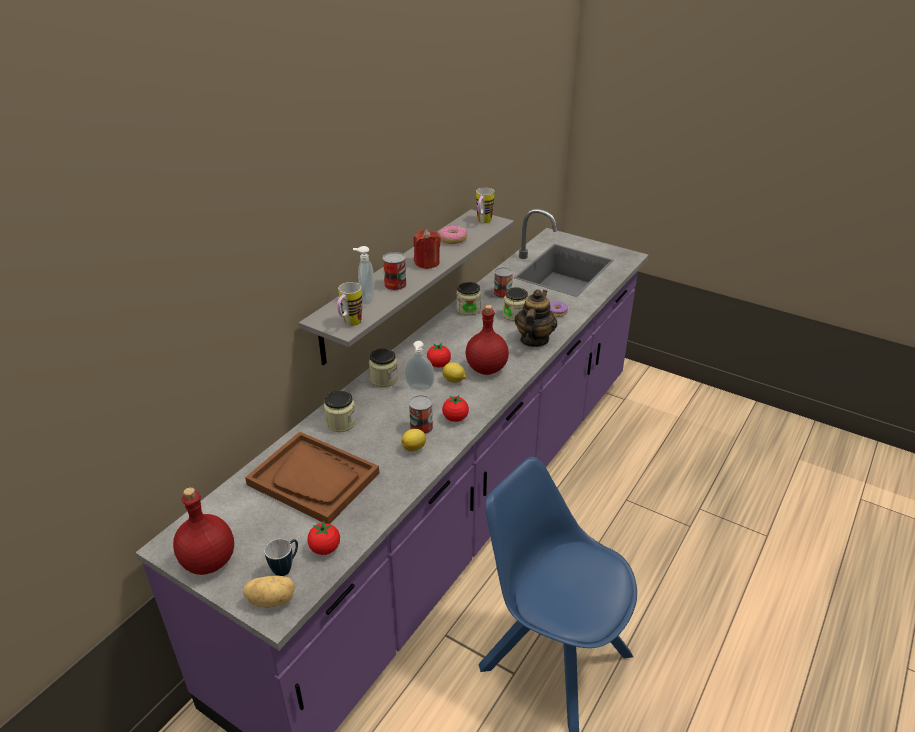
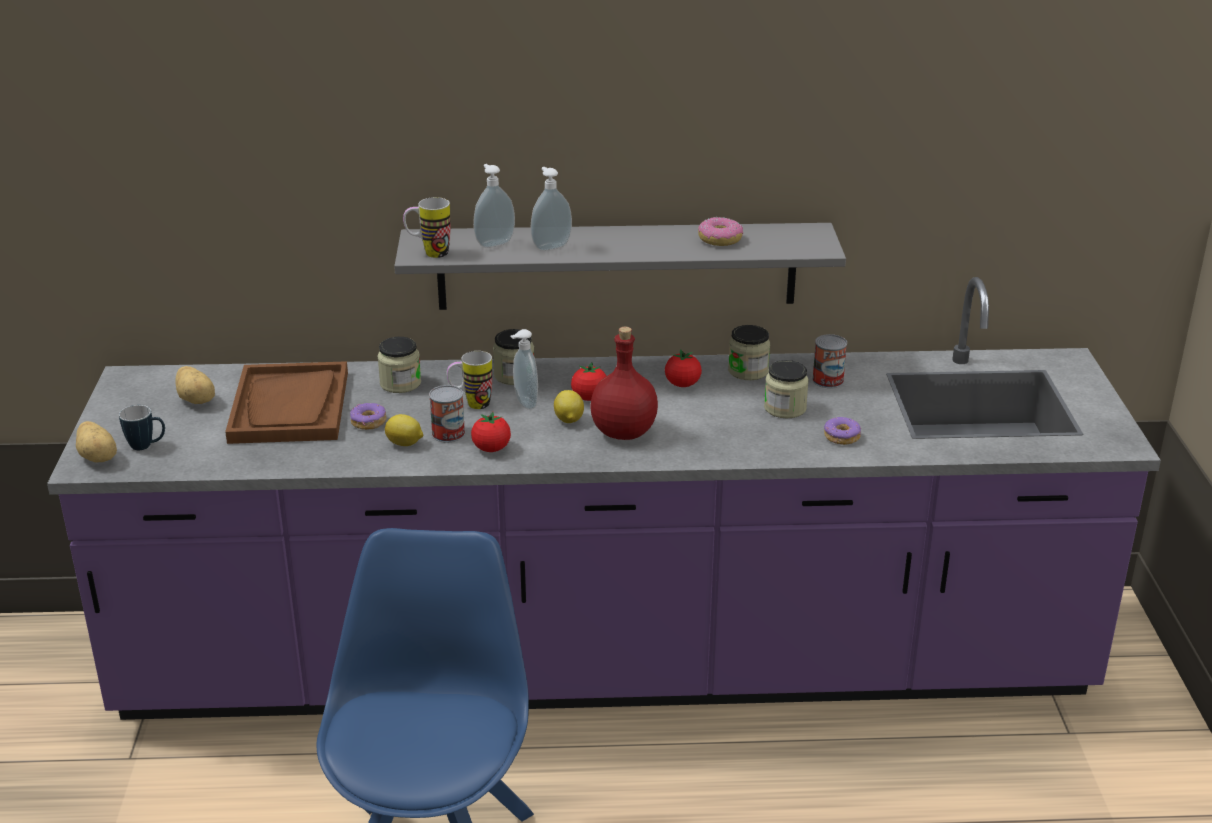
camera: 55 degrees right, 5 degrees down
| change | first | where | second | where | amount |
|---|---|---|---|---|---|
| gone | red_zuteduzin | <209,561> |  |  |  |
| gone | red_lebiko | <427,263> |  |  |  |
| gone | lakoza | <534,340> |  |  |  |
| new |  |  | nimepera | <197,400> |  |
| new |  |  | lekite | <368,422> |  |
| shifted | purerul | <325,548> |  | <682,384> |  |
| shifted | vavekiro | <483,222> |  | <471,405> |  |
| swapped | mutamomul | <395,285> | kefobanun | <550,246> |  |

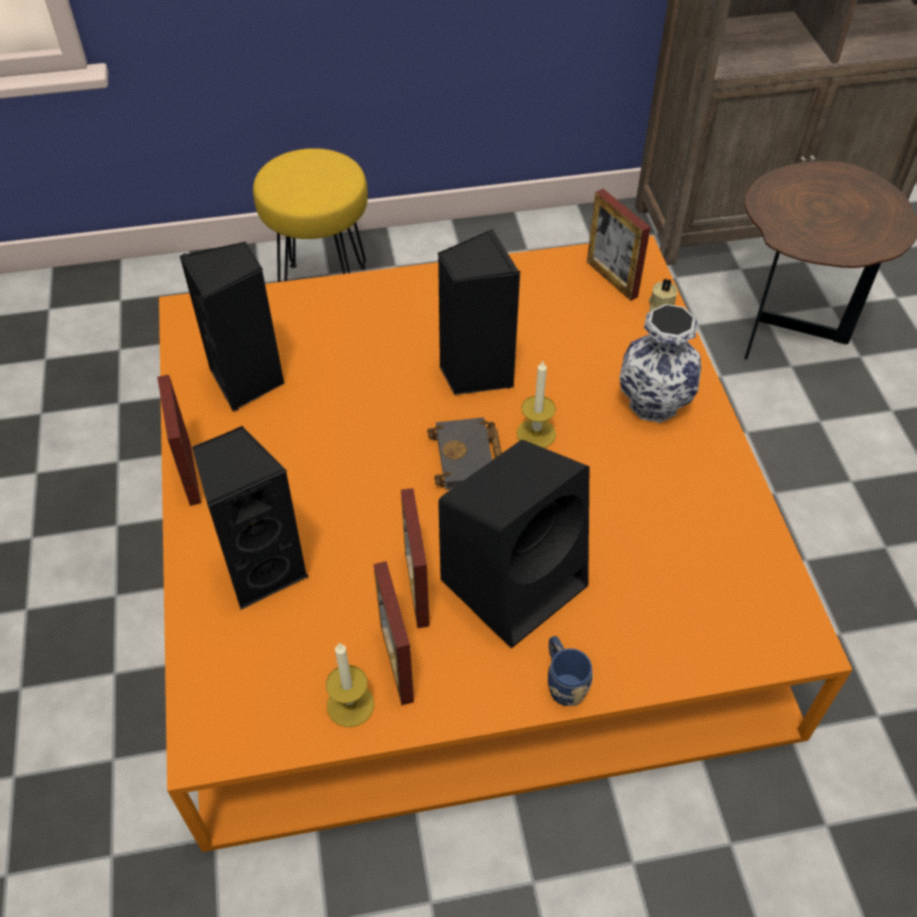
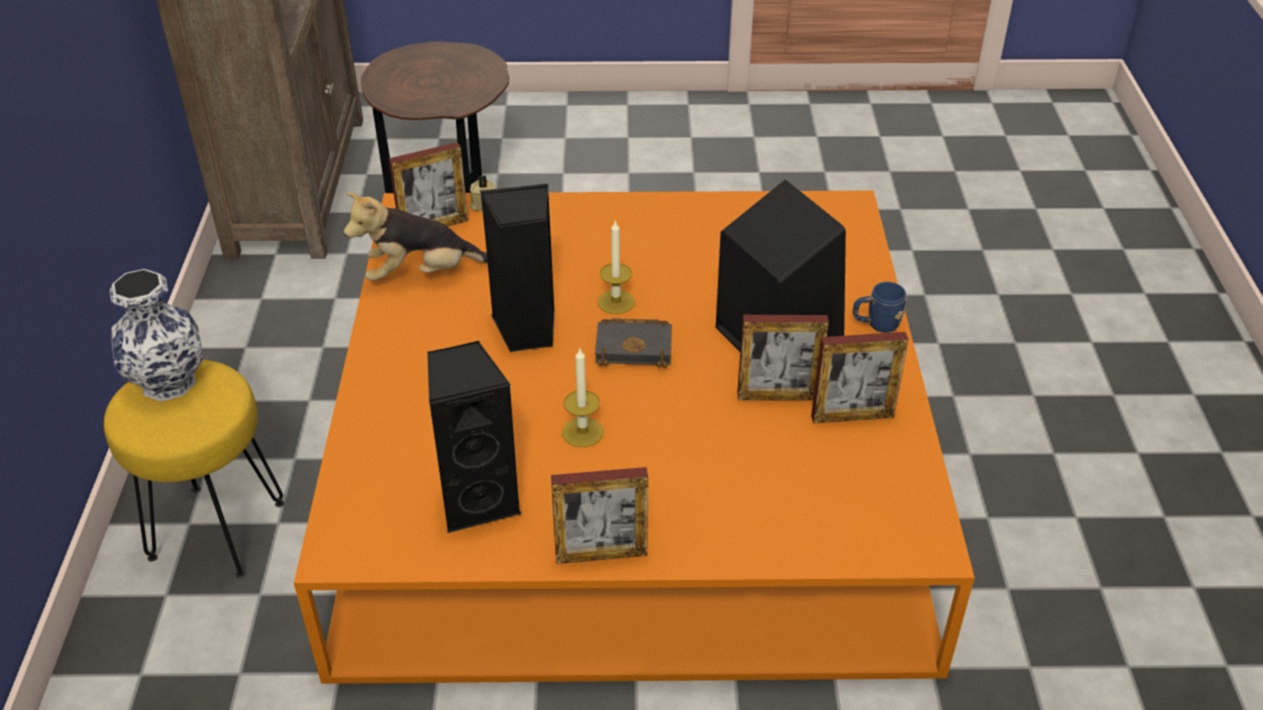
camera: 80 degrees left, 10 degrees down
| change | first | where | second | where | amount |
|---|---|---|---|---|---|
| gone | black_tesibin | <262,569> |  |  |  |
| new |  |  | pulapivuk | <420,274> |  |
| shifted | lebiko | <350,705> |  | <582,432> |  |
| shifted | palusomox | <653,402> |  | <167,382> |  |

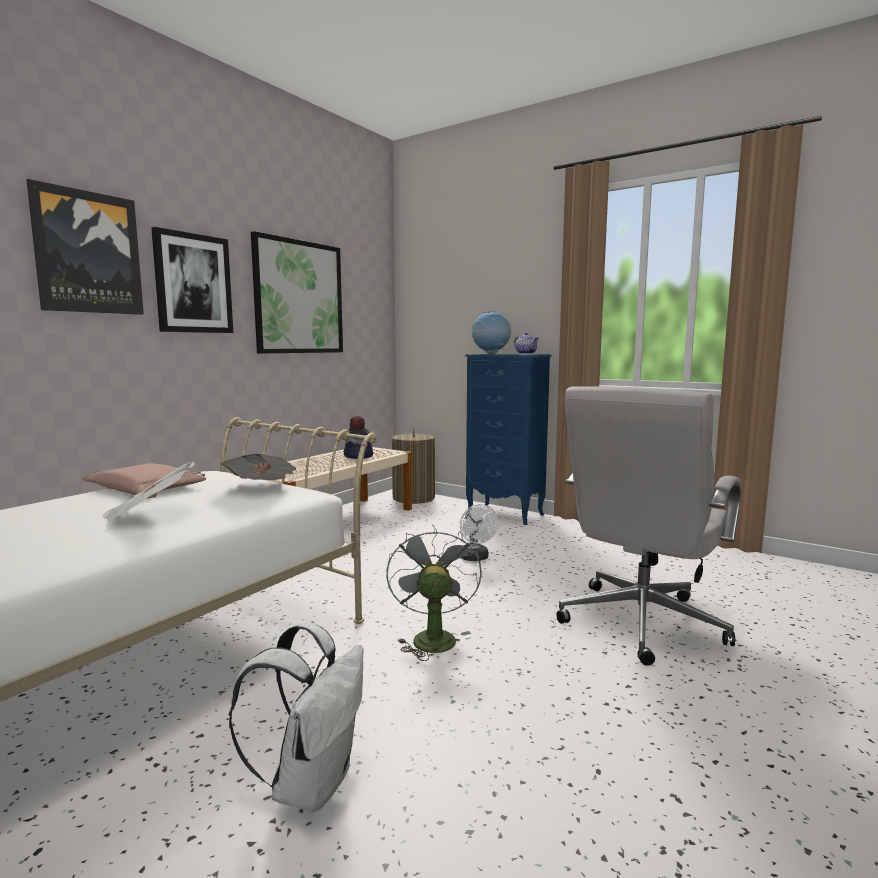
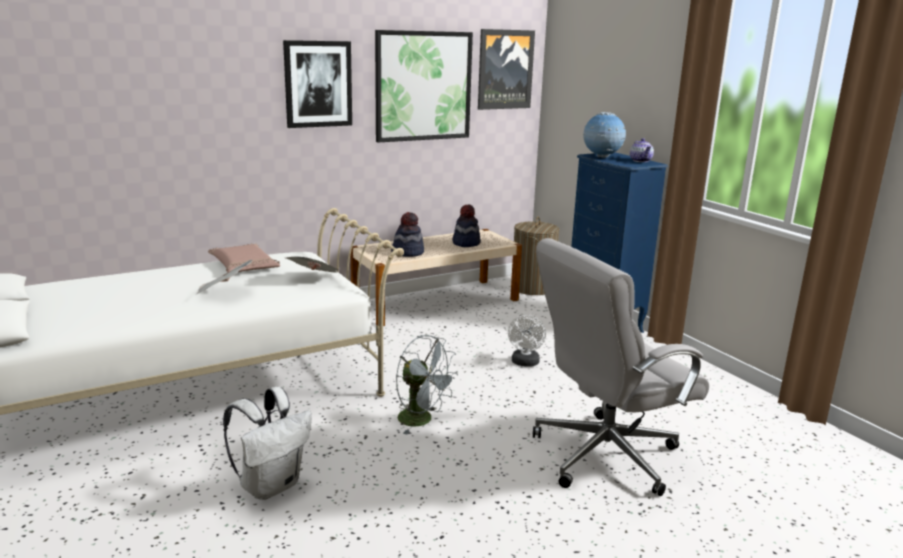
camera: 25 degrees right, 10 degrees up
| change | first | where | second | where | amount |
|---|---|---|---|---|---|
| new |  |  | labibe | <407,252> |  |
| shifted | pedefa | <88,253> |  | <505,69> |  |
| rotated | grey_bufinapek | <432,637> |  | <422,420> | 105 degrees clockwise |

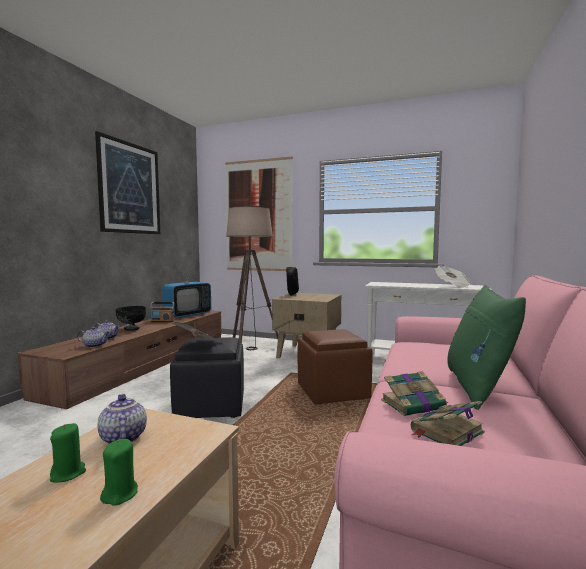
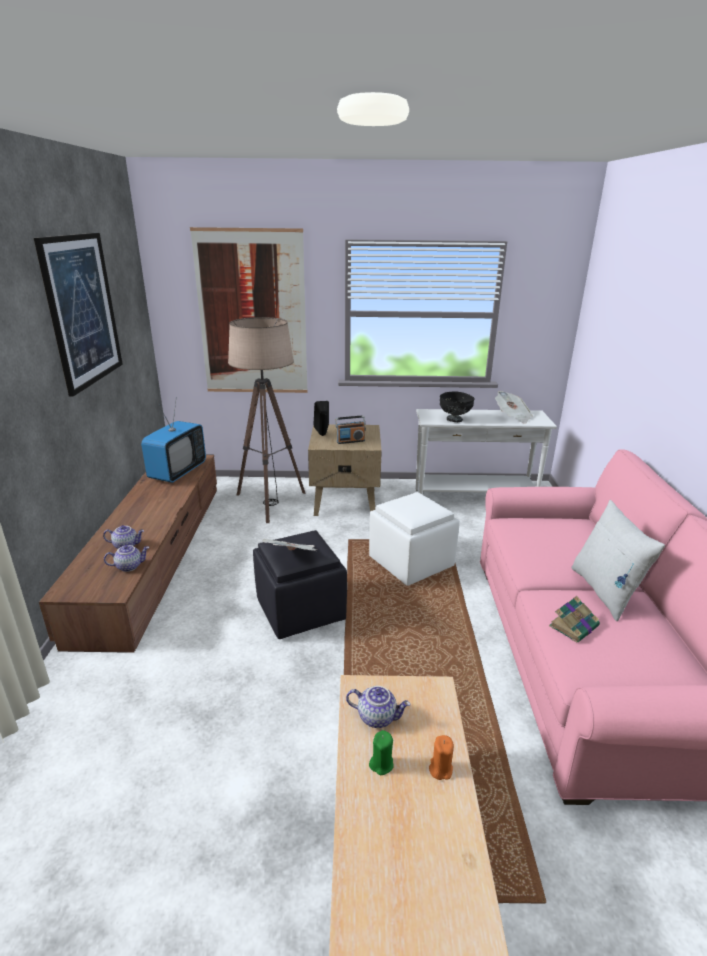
camera: 20 degrees left, 20 degrees up
| change | first | where | second | where | amount |
|---|---|---|---|---|---|
| gone | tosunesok | <446,432> |  |  |  |
| shifted | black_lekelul | <131,329> |  | <454,420> |  |
| shifted | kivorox | <162,321> |  | <350,441> |  |
| repainted | green_lebiko | <120,494> | orange_lebiko | <440,769> |  |
| repainted | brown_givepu | <333,392> | white_givepu | <412,562> |  |
| repainted | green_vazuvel | <478,389> | grey_vazuvel | <604,592> |  |
| rotated | lakoza | <122,438> |  | <377,716> | 150 degrees clockwise |

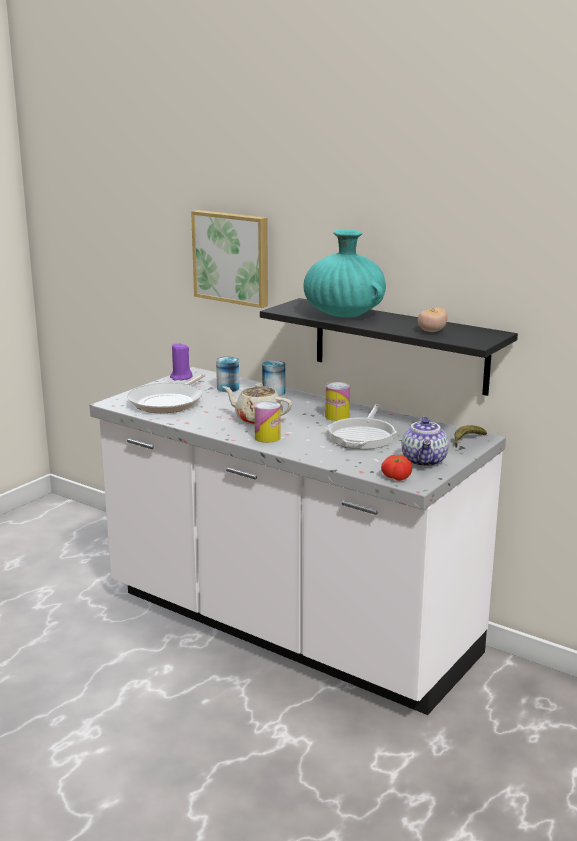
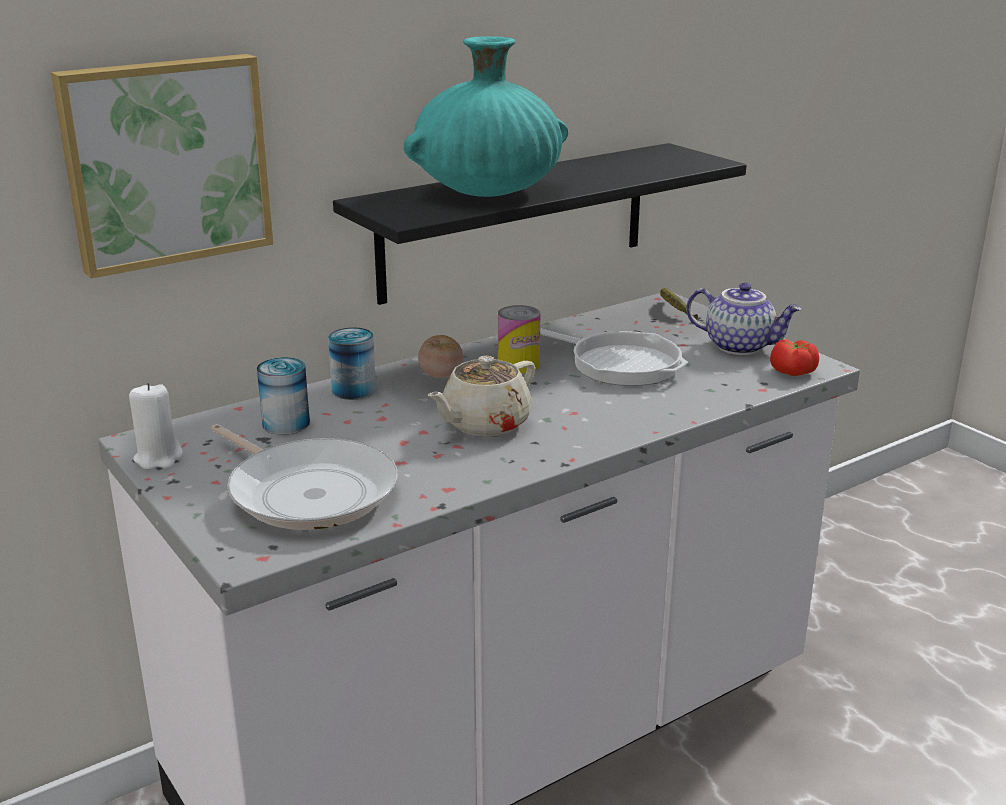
camera: 70 degrees left, 5 degrees up
| change | first | where | second | where | amount |
|---|---|---|---|---|---|
| gone | mutamomul | <267,437> |  |  |  |
| shifted | purerul | <431,331> |  | <441,375> |  |
| repainted | purple_lebiko | <181,377> | white_lebiko | <159,458> |  |

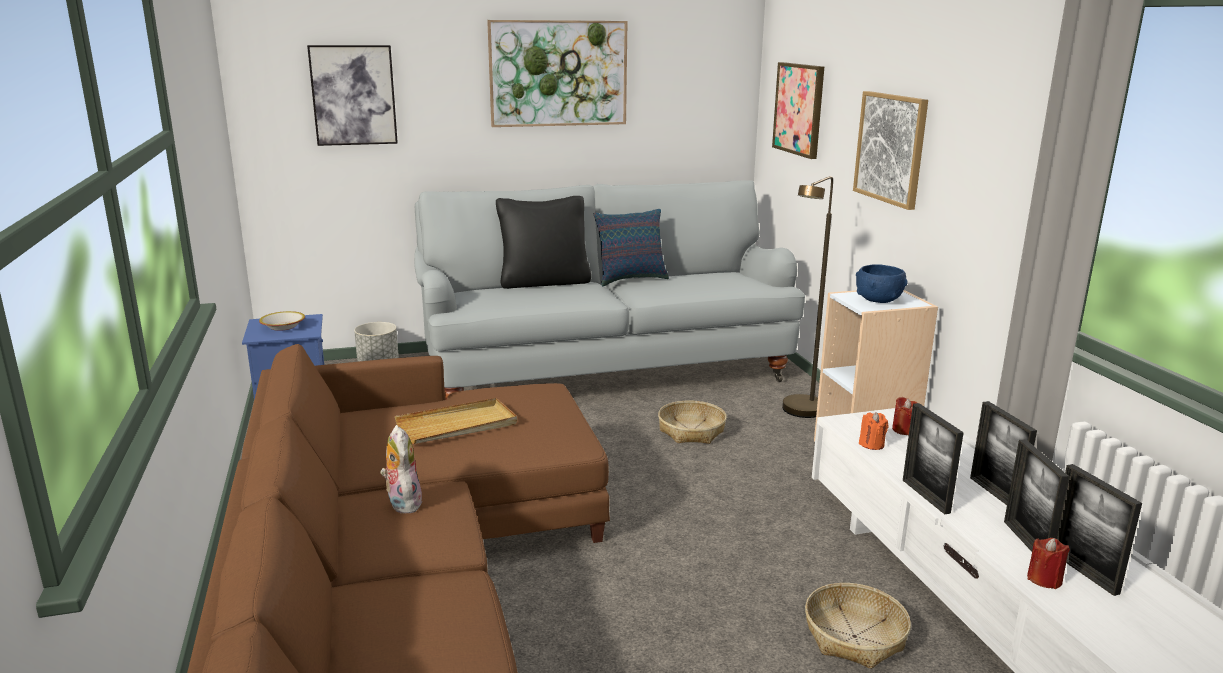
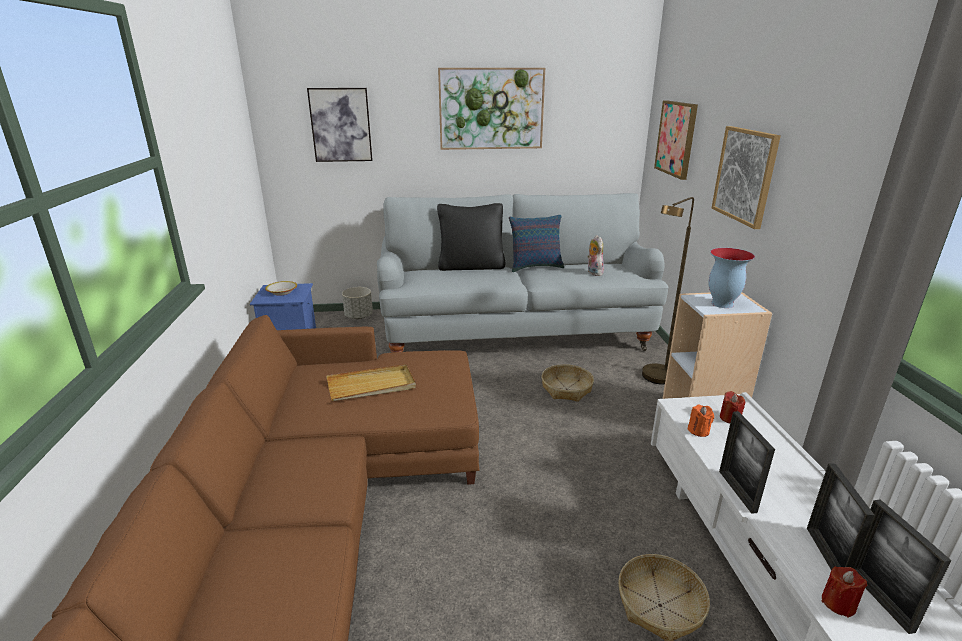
camera: 10 degrees right, 5 degrees up
| change | first | where | second | where | amount |
|---|---|---|---|---|---|
| gone | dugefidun | <995,494> |  |  |  |
| shifted | pulapivuk | <402,503> |  | <593,273> |  |
| swapped | blue_lekelul | <879,300> | palusomox | <721,304> |  |

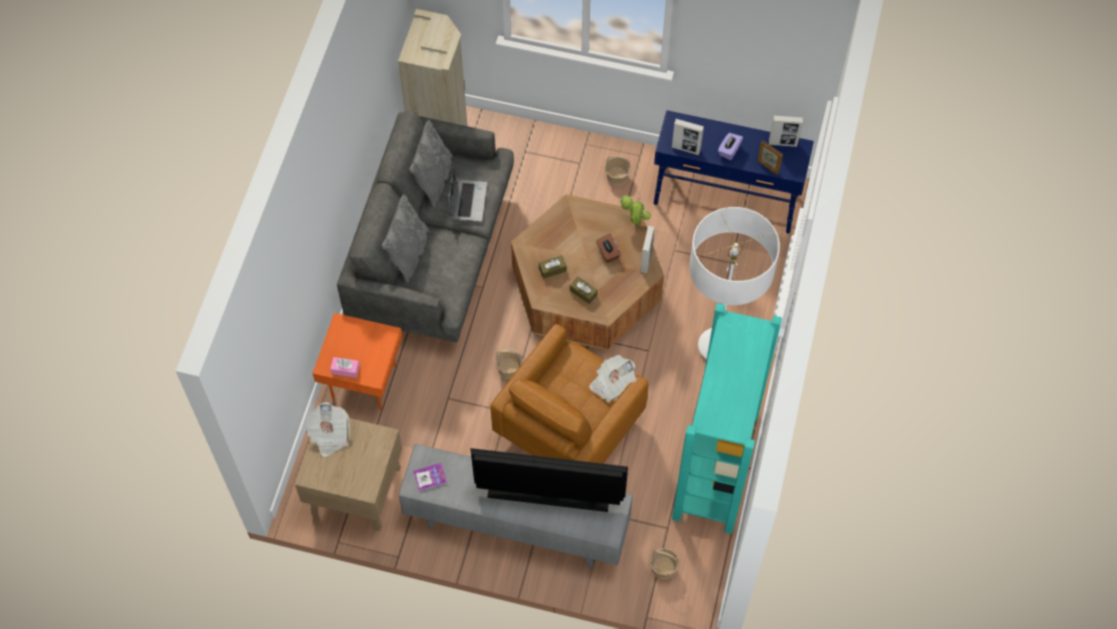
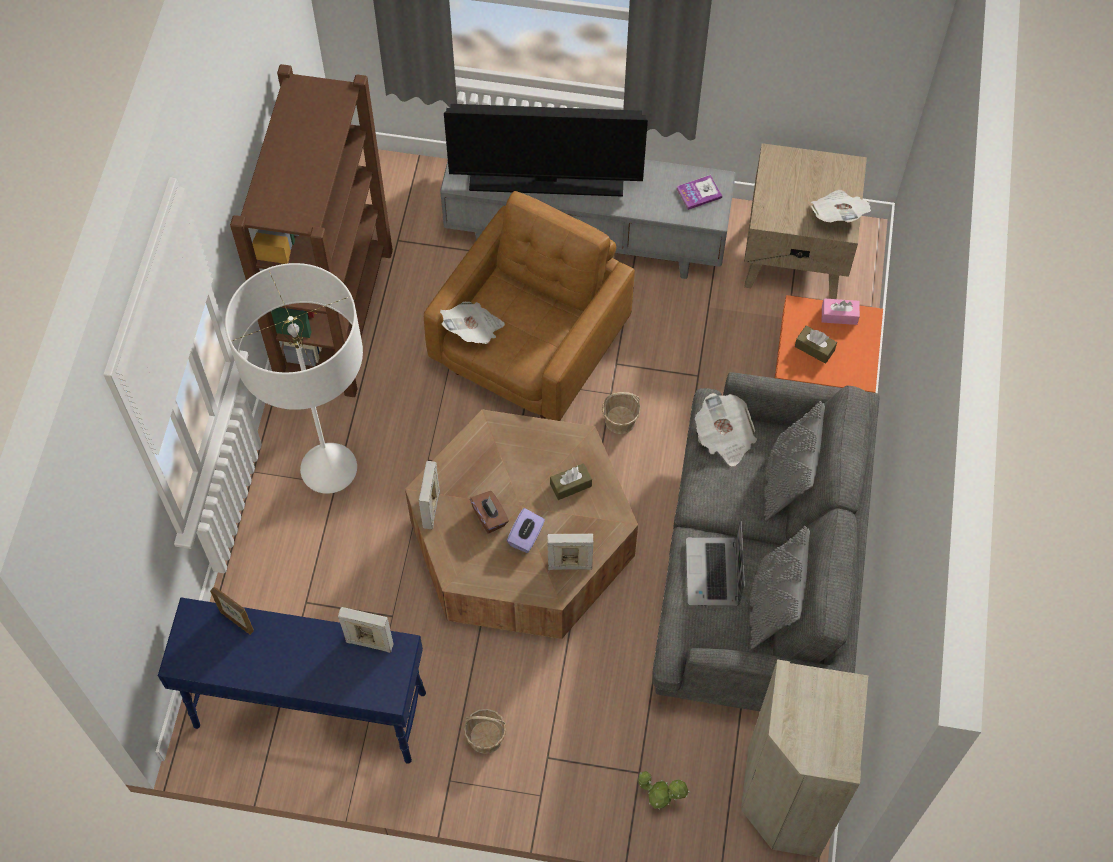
camera: 175 degrees right, 0 degrees up
| change | first | where | second | where | amount |
|---|---|---|---|---|---|
| gone | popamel | <663,568> |  |  |  |
| new |  |  | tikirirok | <724,437> |  |
| shifted | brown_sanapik | <583,292> |  | <814,348> |  |
| shifted | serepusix | <635,222> |  | <659,799> |  |
| shifted | purple_sanapik | <729,150> |  | <526,537> |  |
| shifted | dugefidun | <783,143> |  | <569,565> |  |
| repainted | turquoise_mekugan | <716,466> | brown_mekugan | <335,316> |  |

